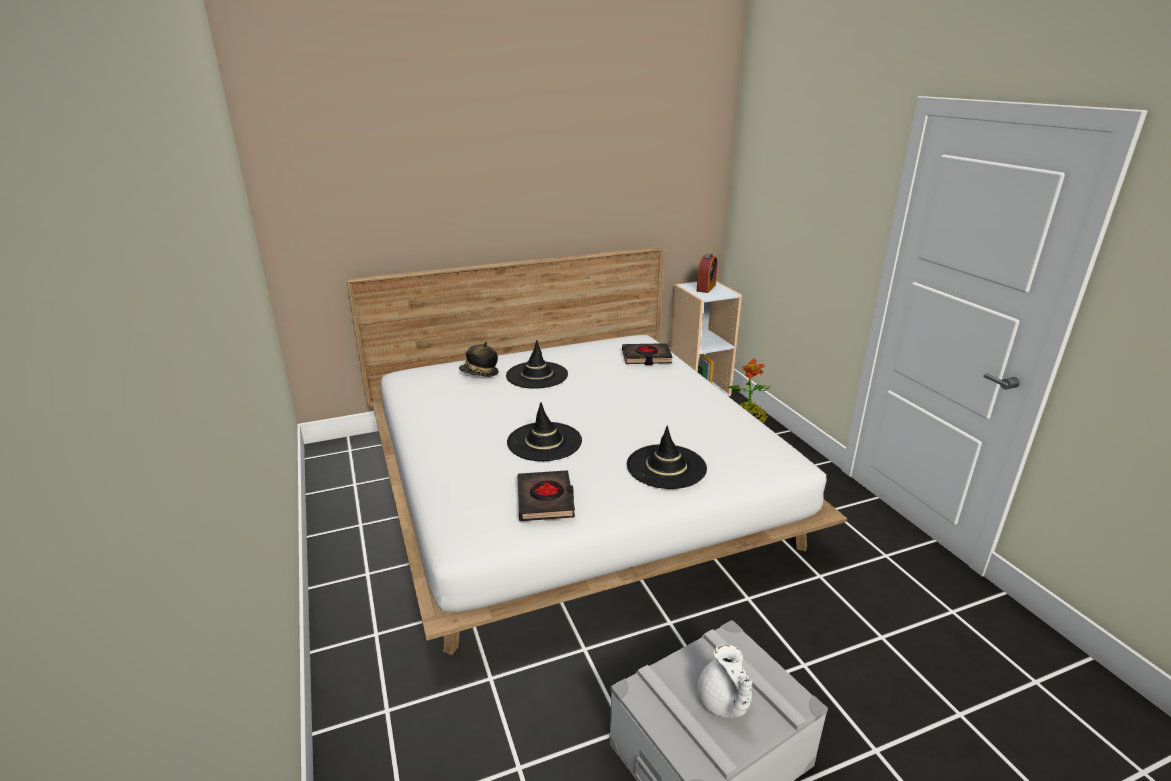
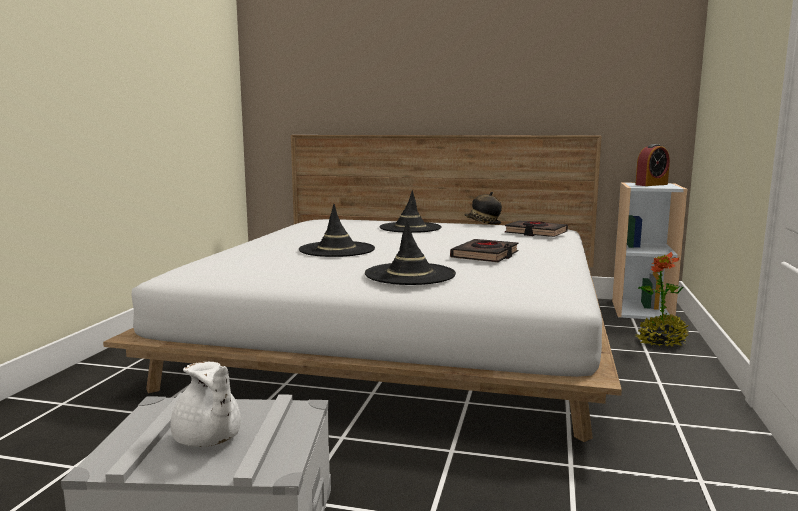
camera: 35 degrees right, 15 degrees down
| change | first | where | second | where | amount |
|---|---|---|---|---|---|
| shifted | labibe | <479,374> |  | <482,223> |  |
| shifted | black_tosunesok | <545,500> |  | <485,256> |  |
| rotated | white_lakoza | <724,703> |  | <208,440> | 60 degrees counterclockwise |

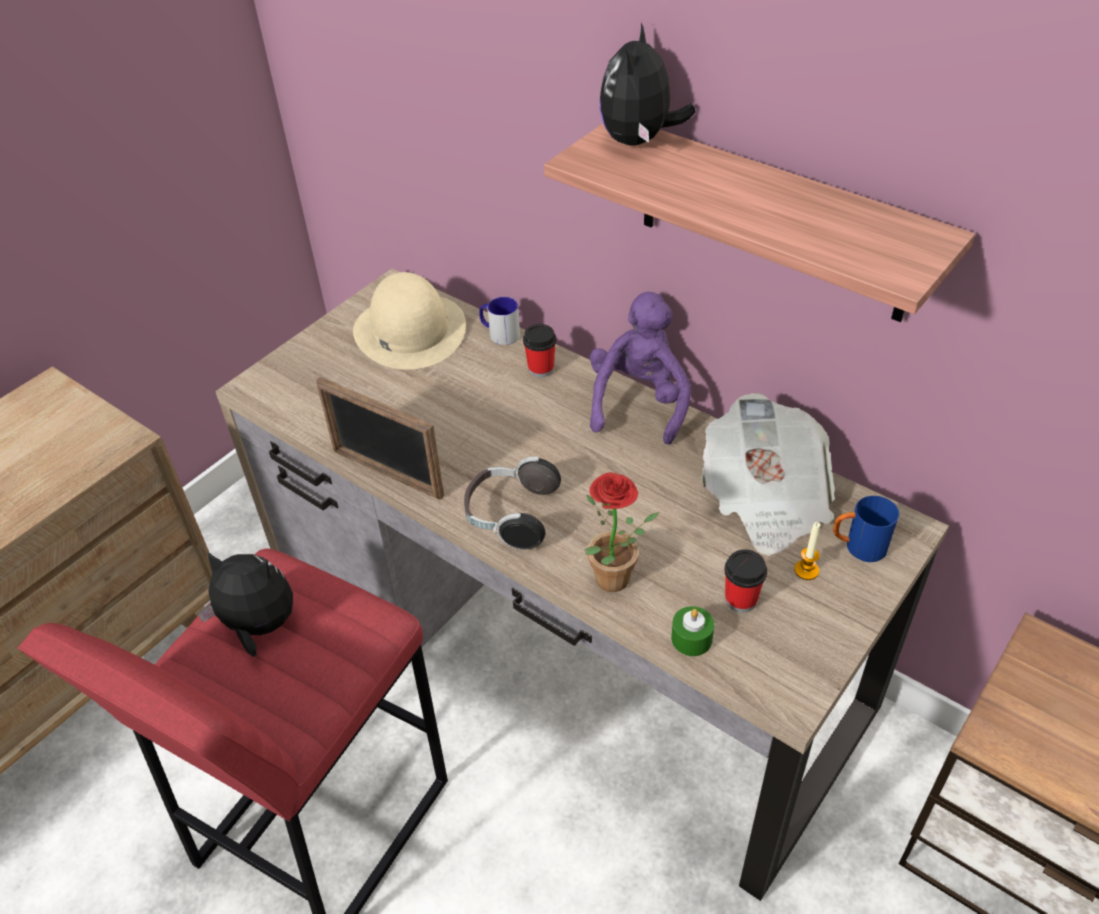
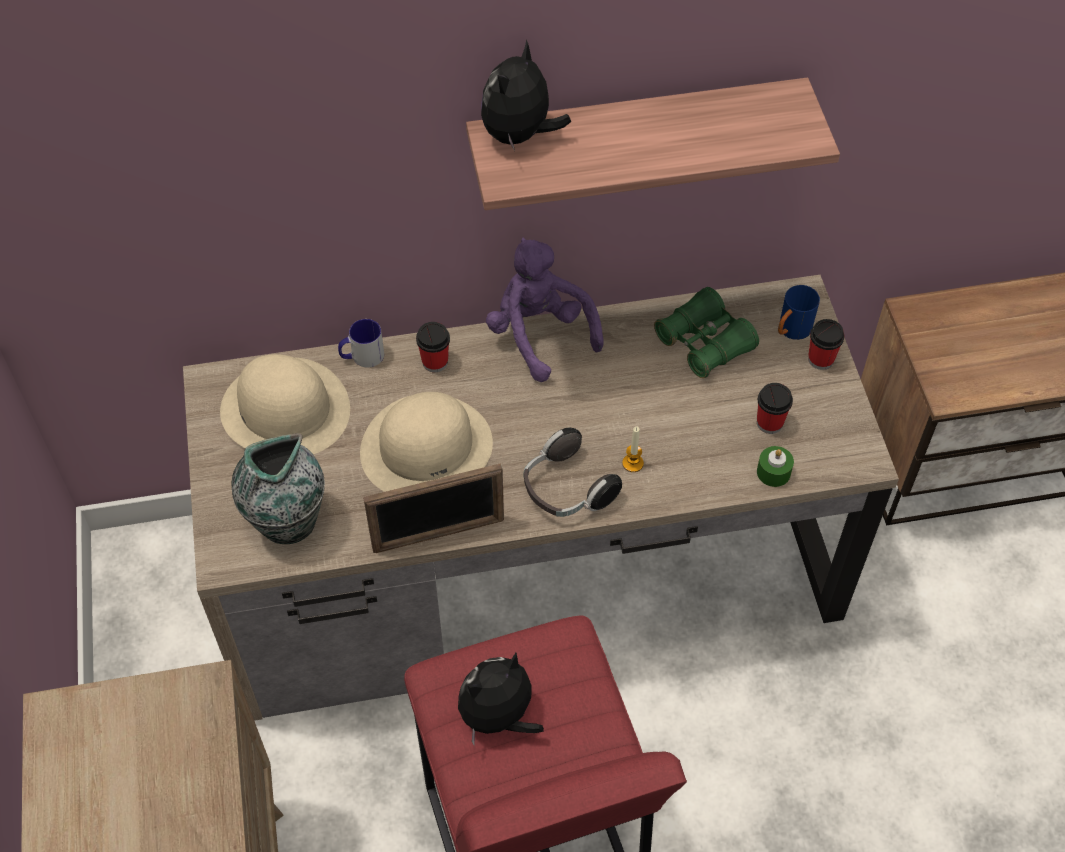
camera: 50 degrees left, 10 degrees up
| change | first | where | second | where | amount |
|---|---|---|---|---|---|
| gone | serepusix | <614,585> |  |  |  |
| new |  |  | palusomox | <287,523> |  |
| new |  |  | beige_labibe | <427,447> |  |
| new |  |  | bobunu | <820,359> |  |
| shifted | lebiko | <806,570> |  | <632,463> |  |
| swapped | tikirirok | <765,500> | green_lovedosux | <704,343> |  |
| rotated | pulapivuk | <639,141> |  | <520,135> | 60 degrees clockwise |

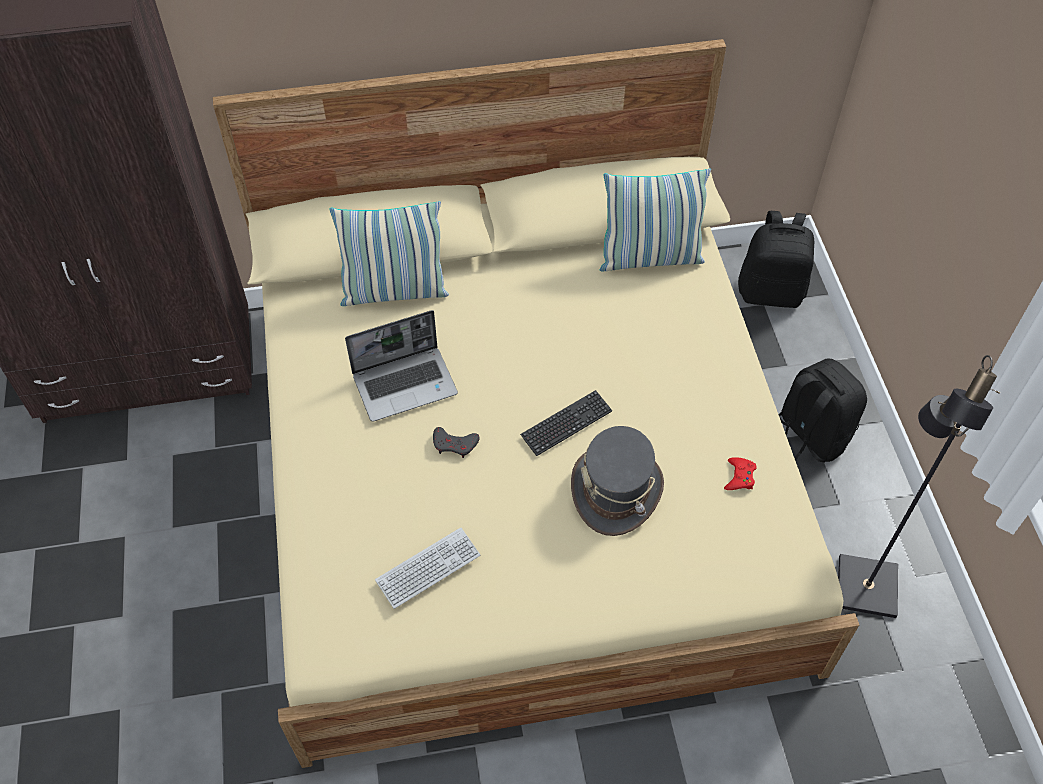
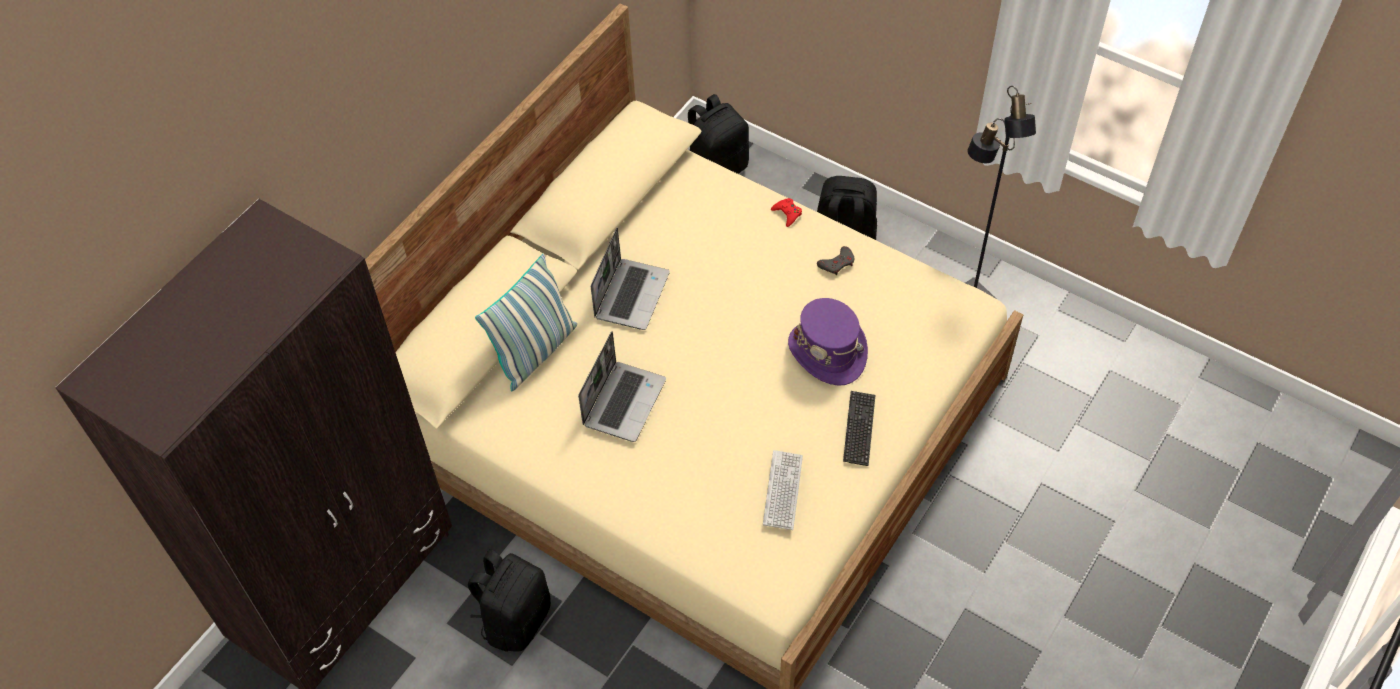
camera: 45 degrees left, 0 degrees up
| change | first | where | second | where | amount |
|---|---|---|---|---|---|
| gone | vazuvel | <650,258> |  |  |  |
| new |  |  | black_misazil | <515,619> |  |
| new |  |  | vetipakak | <631,294> |  |
| shifted | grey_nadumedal | <455,444> |  | <837,263> |  |
| shifted | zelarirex | <566,424> |  | <859,429> |  |
| shifted | red_nadumedal | <739,477> |  | <787,213> |  |
| repainted | grey_labibe | <616,490> | purple_labibe | <827,352> |  |

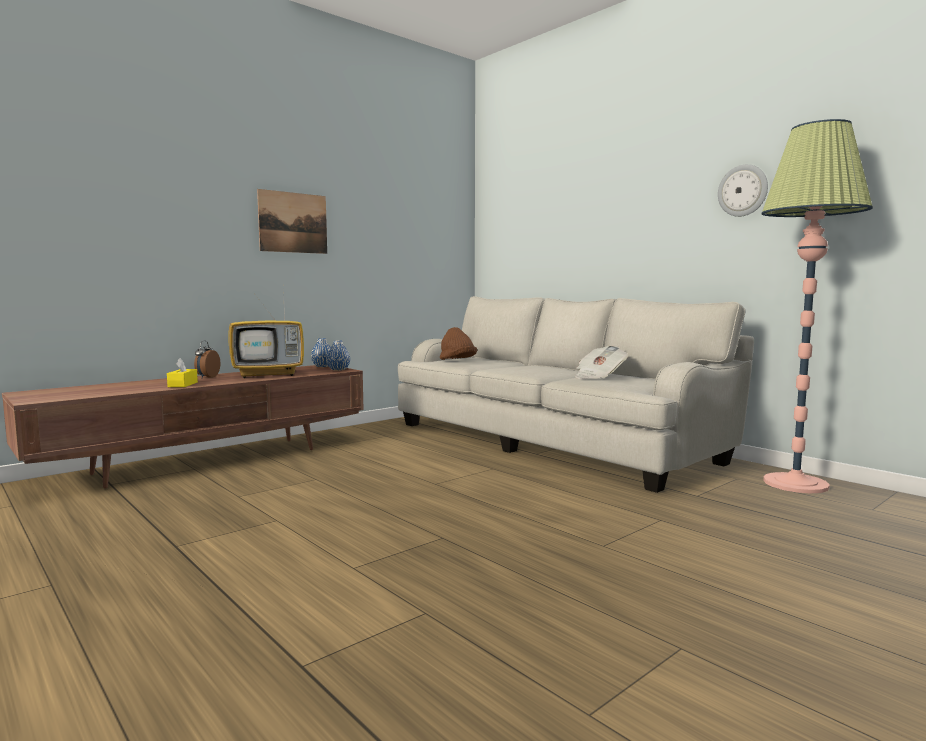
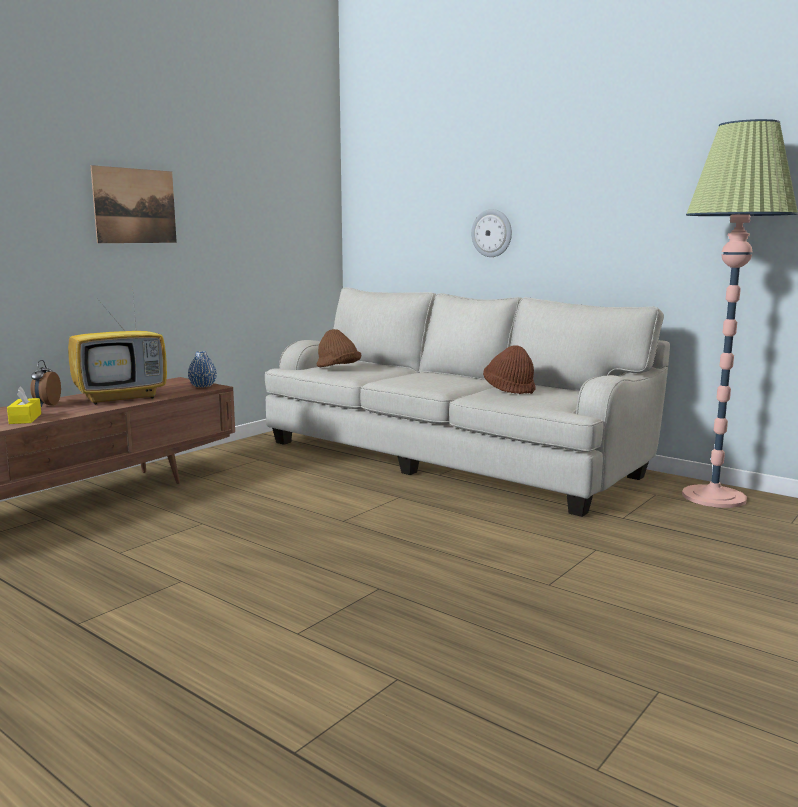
camera: 10 degrees left, 5 degrees up
| change | first | where | second | where | amount |
|---|---|---|---|---|---|
| gone | blue_palusomox | <322,366> |  |  |  |
| shifted | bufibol | <743,190> |  | <492,233> |  |
| swapped | tikirirok | <598,377> | brown_labibe | <509,389> |  |

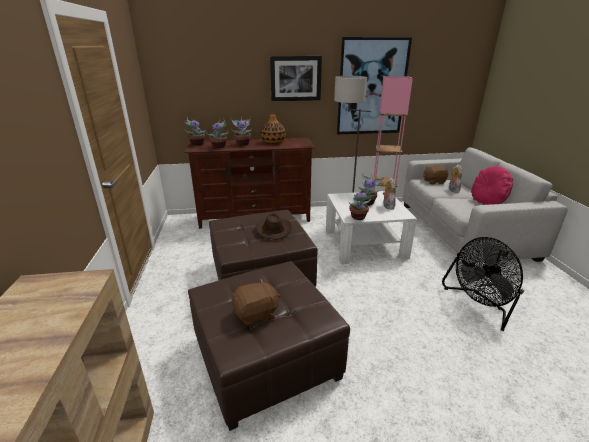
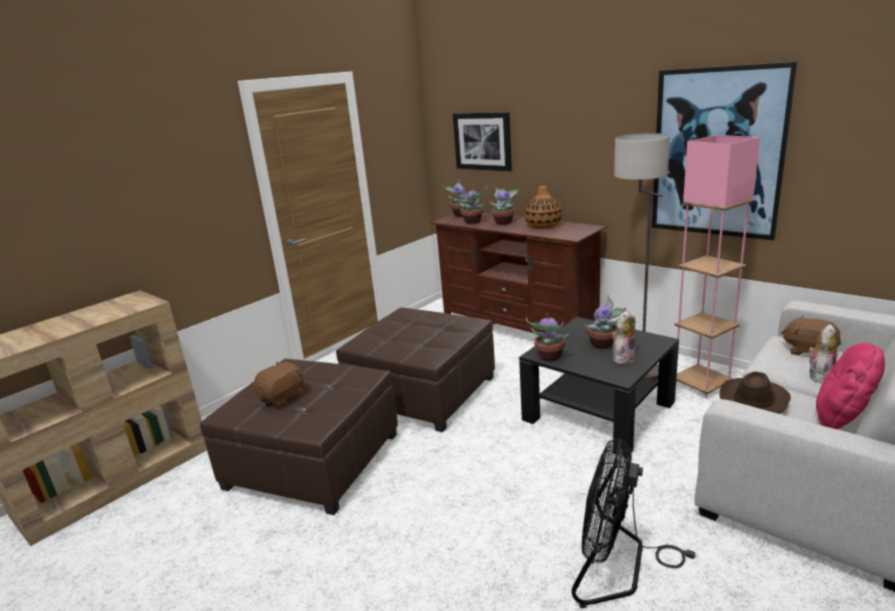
camera: 50 degrees right, 5 degrees down
| change | first | where | second | where | amount |
|---|---|---|---|---|---|
| shifted | brown_labibe | <273,229> |  | <753,399> |  |
| shifted | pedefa | <295,78> |  | <482,141> |  |
| repainted | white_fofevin | <364,243> | black_fofevin | <598,411> |  |
| rotated | brown_pulapivuk | <256,314> |  | <283,398> | 75 degrees counterclockwise |

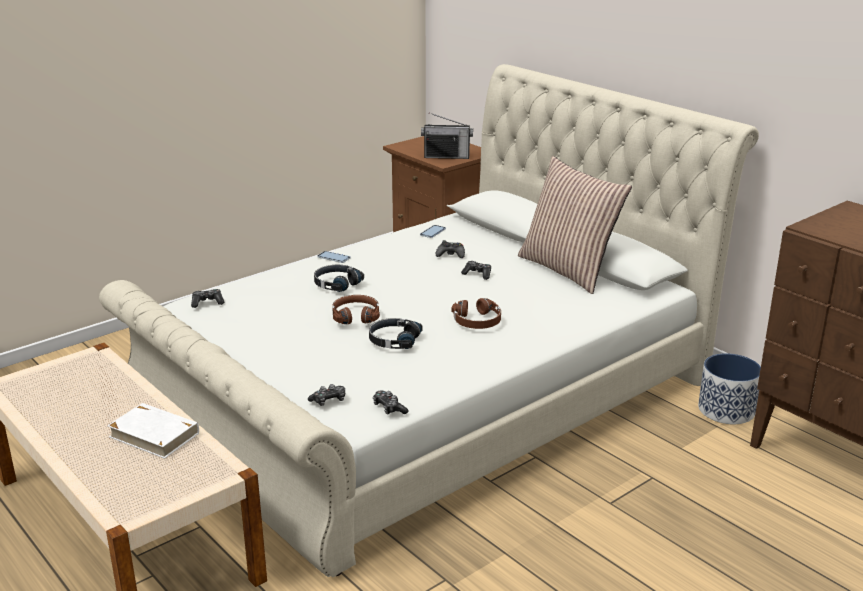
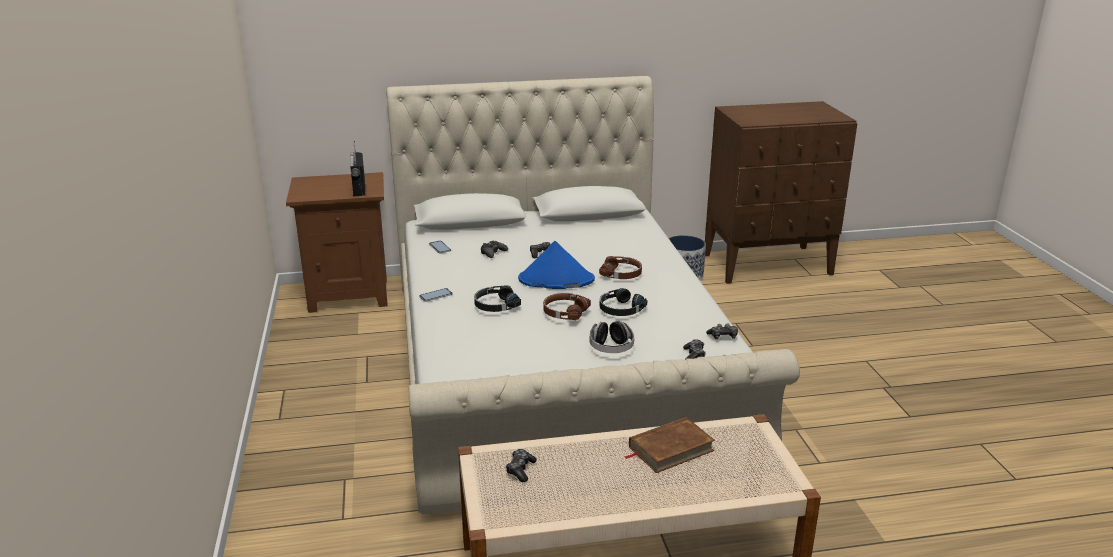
camera: 60 degrees left, 0 degrees up
| change | first | where | second | where | amount |
|---|---|---|---|---|---|
| gone | vazuvel | <568,270> |  |  |  |
| new |  |  | blue_labibe | <556,280> |  |
| new |  |  | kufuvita | <611,348> |  |
| shifted | nadumedal | <207,302> |  | <520,470> |  |
| repainted | white_tosunesok | <154,435> | brown_tosunesok | <670,449> |  |
| rotated | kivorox | <446,156> |  | <359,188> | 135 degrees clockwise |

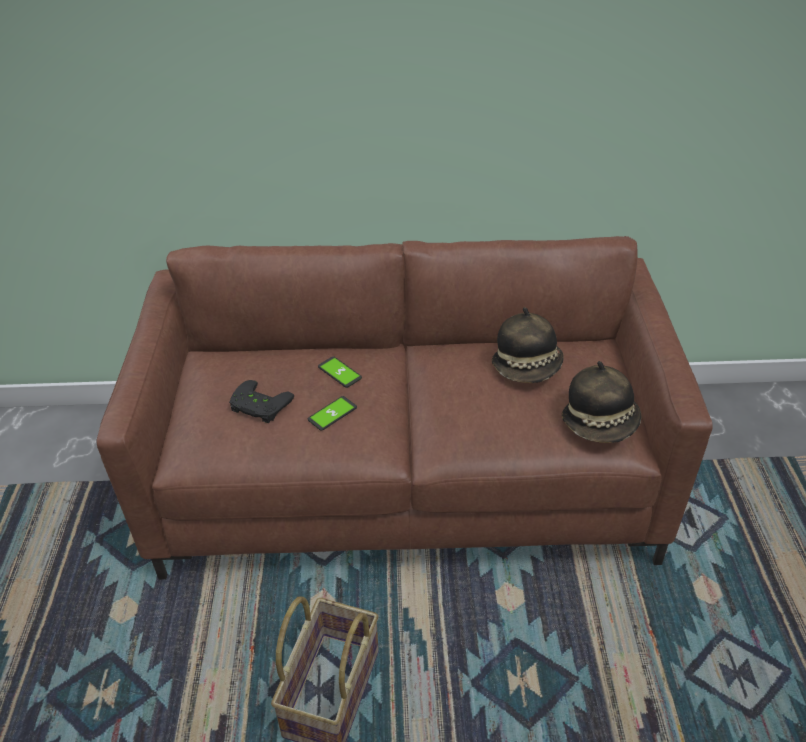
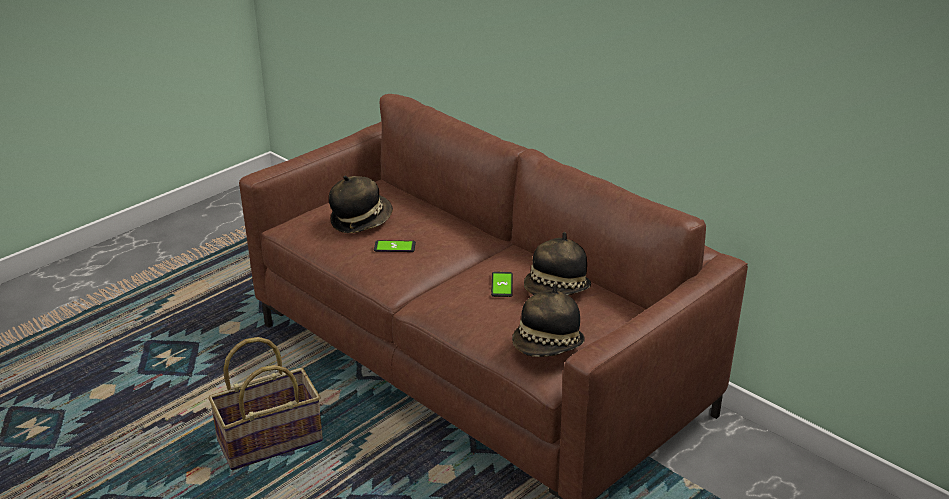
camera: 45 degrees right, 10 degrees down
| change | first | where | second | where | amount |
|---|---|---|---|---|---|
| shifted | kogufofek | <339,373> |  | <502,285> |  |
| swapped | black_nadumedal | <258,407> | labibe | <361,220> |  |

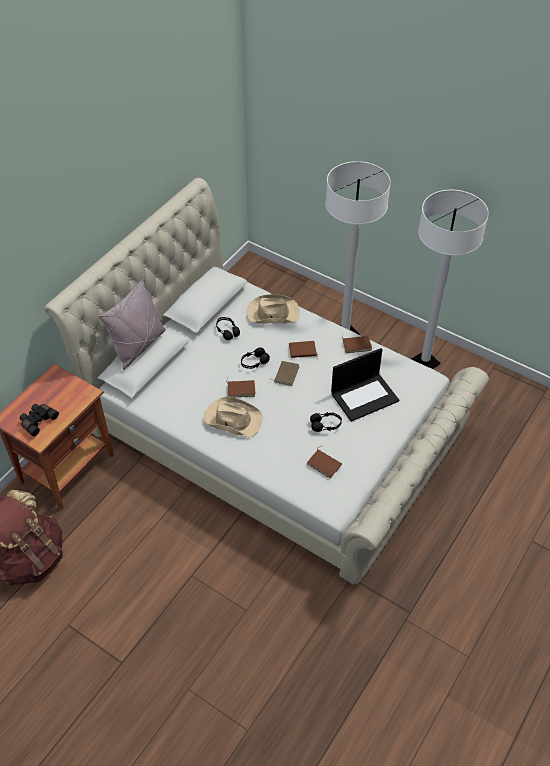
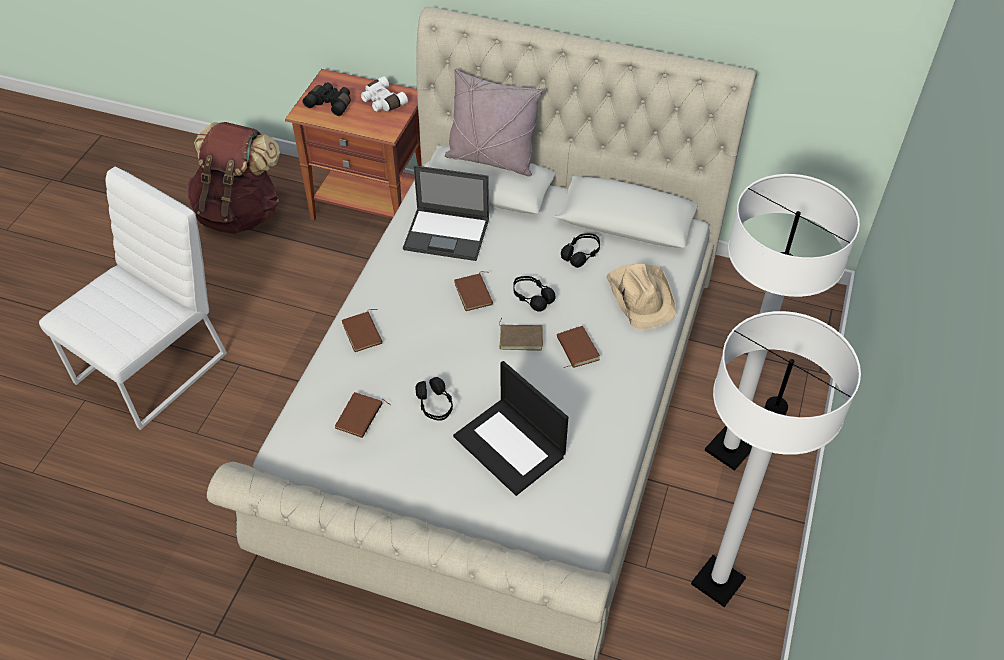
camera: 75 degrees right, 0 degrees up
| change | first | where | second | where | amount |
|---|---|---|---|---|---|
| gone | beige_labibe | <232,419> |  |  |  |
| new |  |  | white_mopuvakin | <155,365> |  |
| new |  |  | white_lovedosux | <382,102> |  |
| new |  |  | vetipakak | <448,234> |  |
| shifted | brown_tosunesok | <356,344> |  | <363,333> |  |

